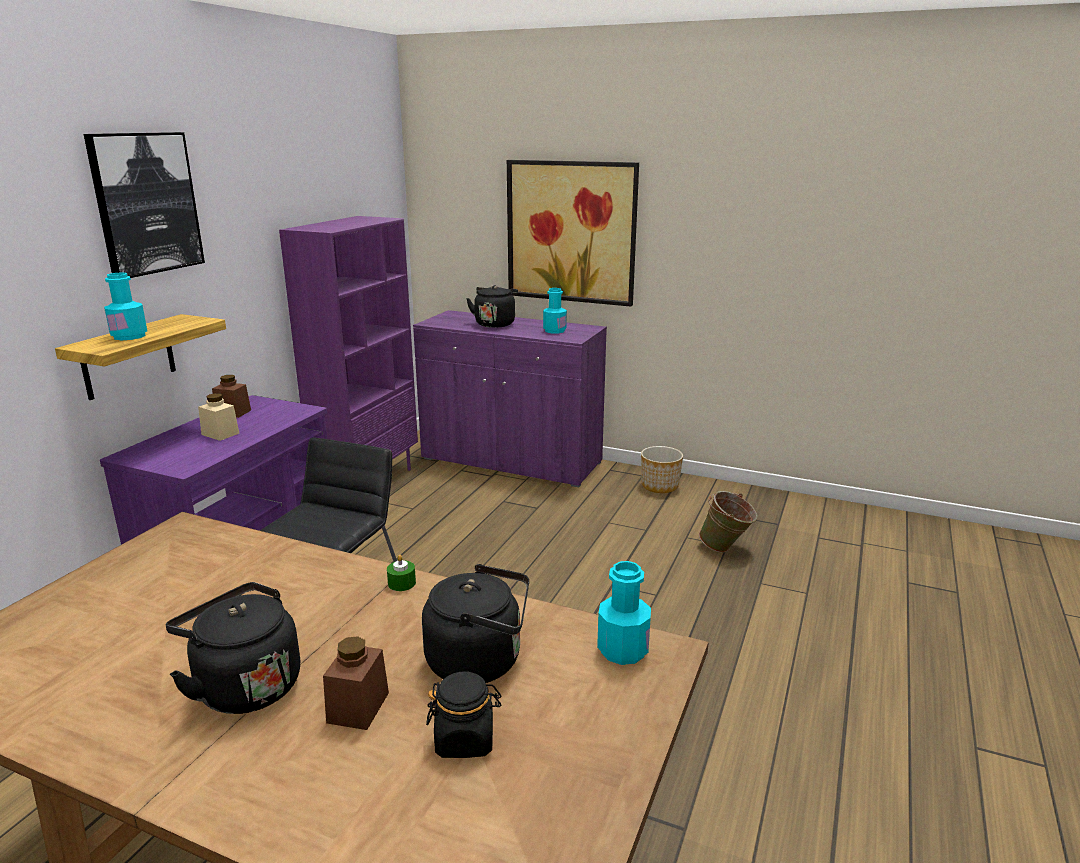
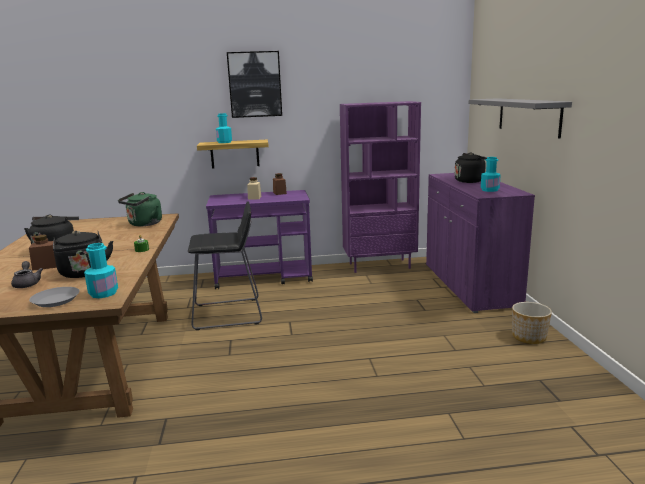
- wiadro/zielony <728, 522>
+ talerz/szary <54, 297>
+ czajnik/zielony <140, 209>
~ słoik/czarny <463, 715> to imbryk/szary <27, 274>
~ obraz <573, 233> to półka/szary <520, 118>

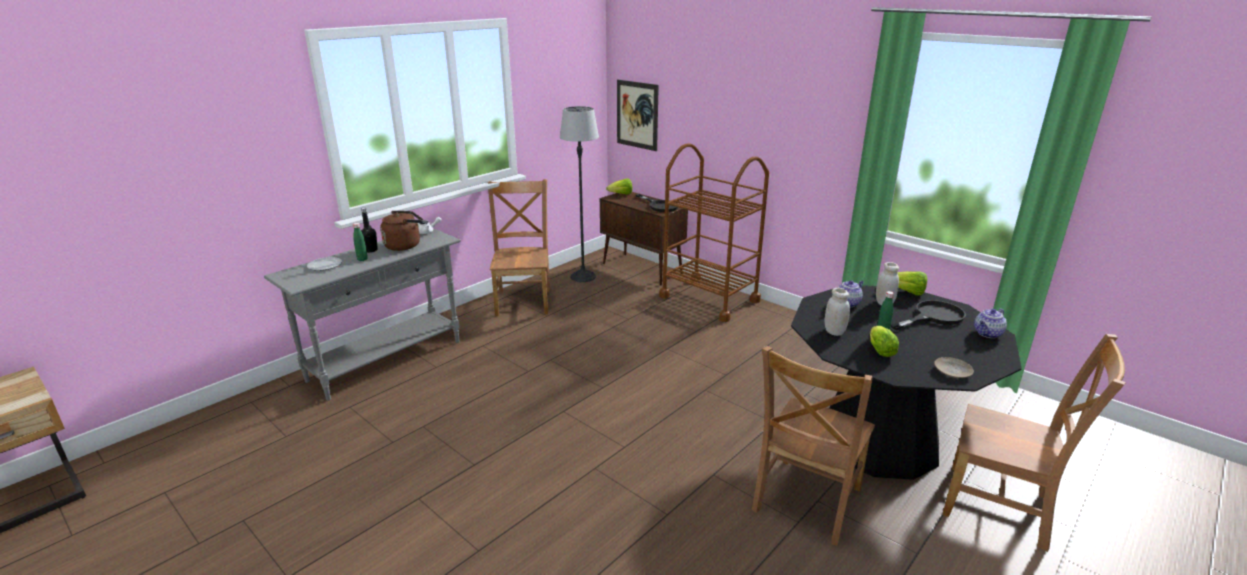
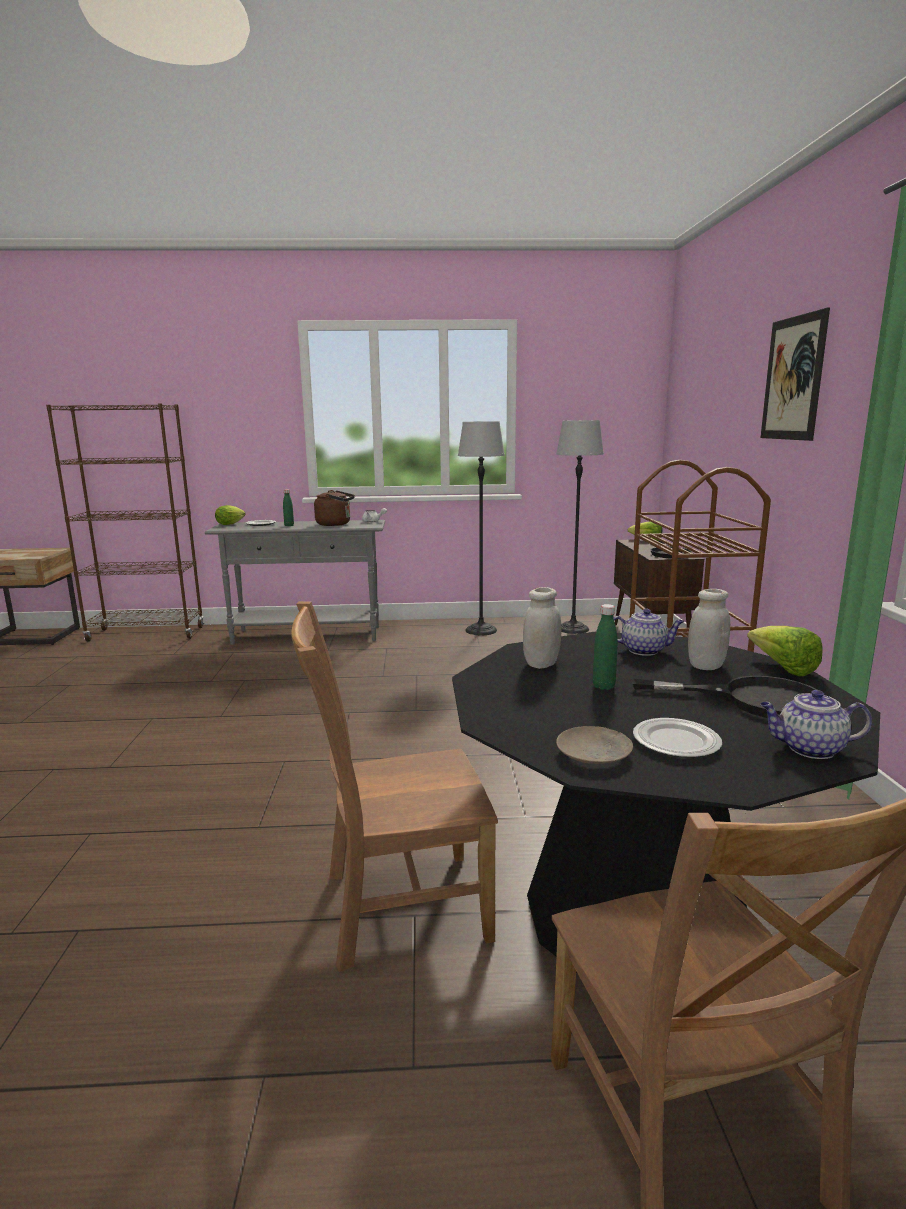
- butelka/czarny <369, 230>
+ regał/brązowy <125, 522>
+ talerz <677, 738>
~ obraz <638, 115> to <795, 374>
~ sałata <884, 341> to <230, 515>
~ krzesło/brązowy <518, 247> to lampa stojąca <481, 528>

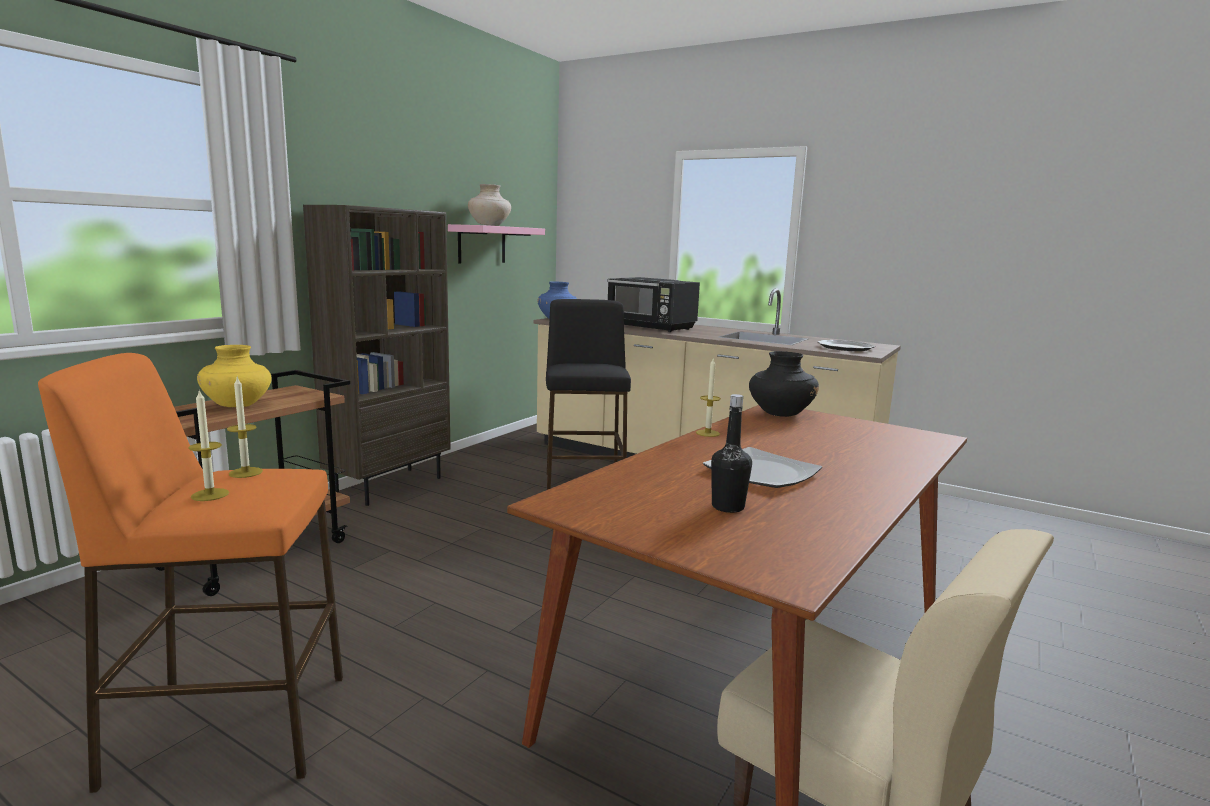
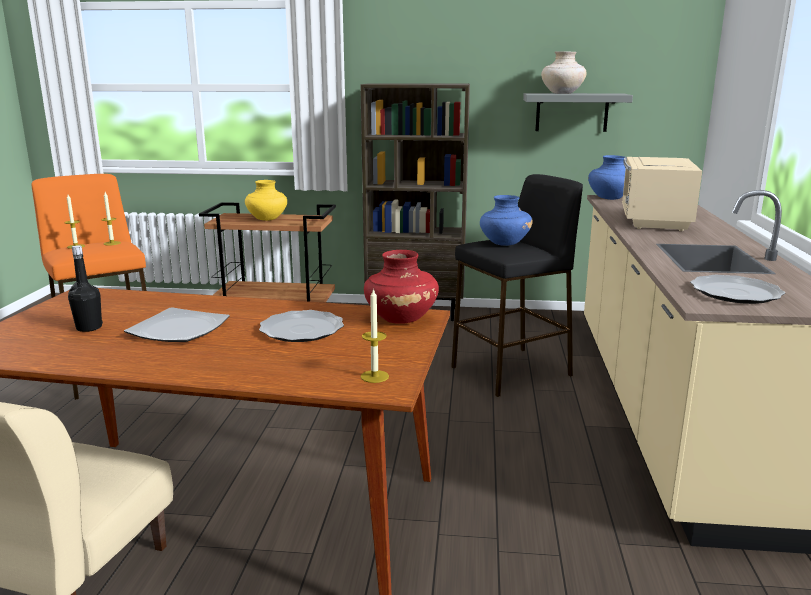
+ talerz <301, 326>
+ wazon/niebieski <506, 220>
~ świeca <708, 397> to <375, 335>
~ półka/różowy <496, 243> to półka/szary <578, 112>
~ mikrofalówka/czarny <653, 304> to mikrofalówka/beżowy <662, 194>
~ wazon/czarny <784, 384> to wazon/czerwony <401, 287>

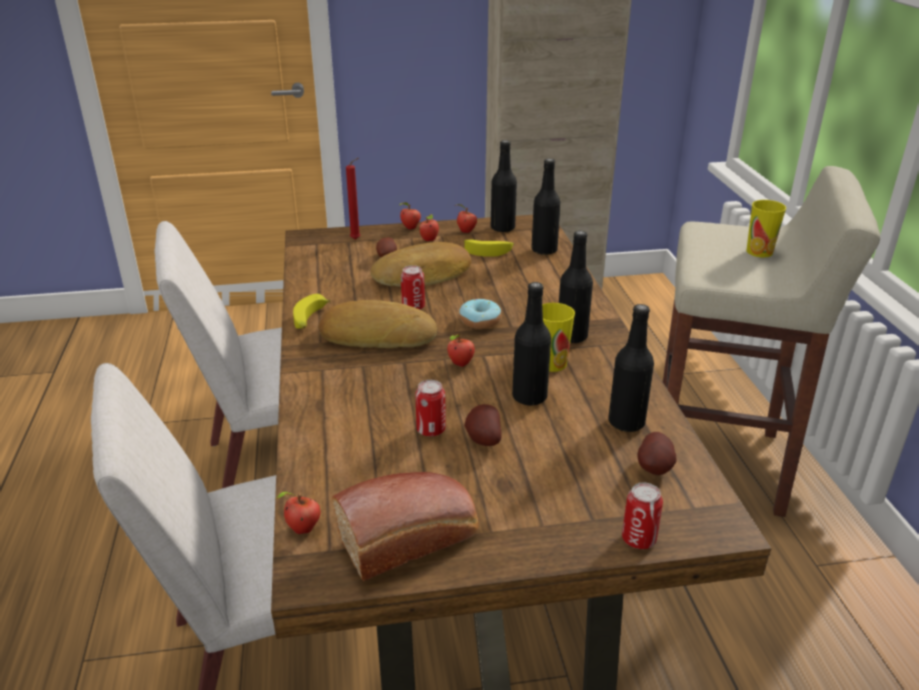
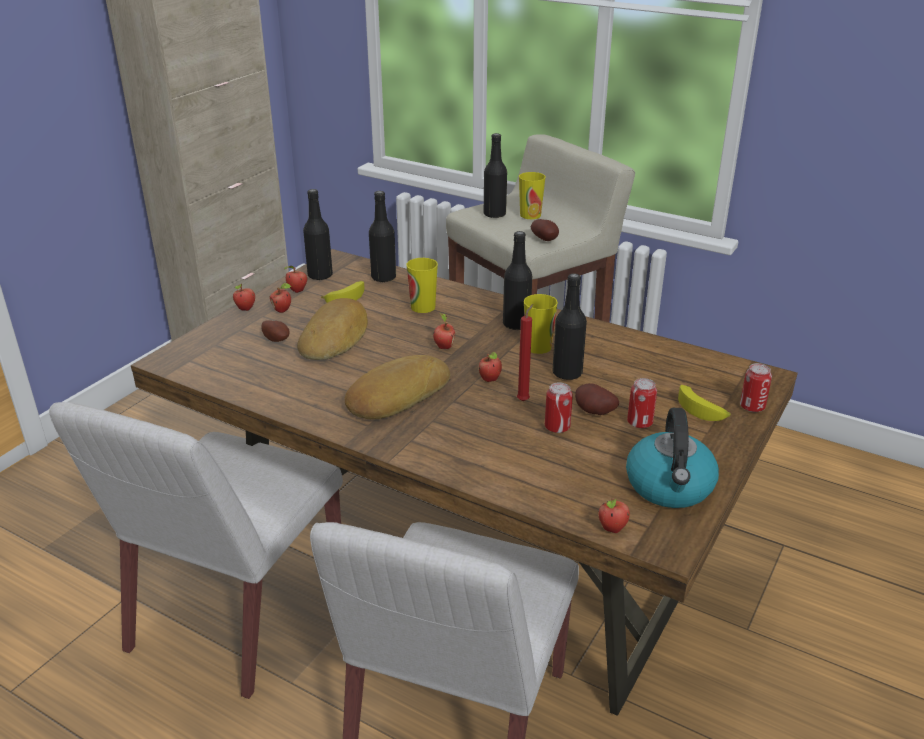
+ filiżanka <422, 285>
~ banan <312, 311> to <704, 403>
~ świeca/czerwony <353, 199> to <525, 352>
~ puszka <413, 287> to <642, 403>
~ butelka/czarny <631, 368> to <495, 175>
~ ziemniak <656, 453> to <545, 230>
~ chleb <405, 526> to czajnik <672, 458>
~ donut <480, 314> to jabłko <444, 331>

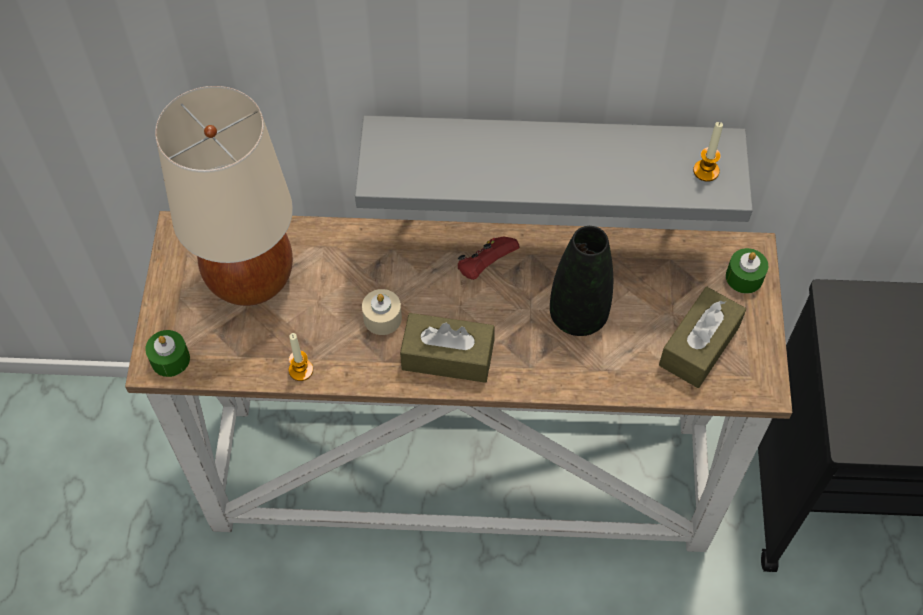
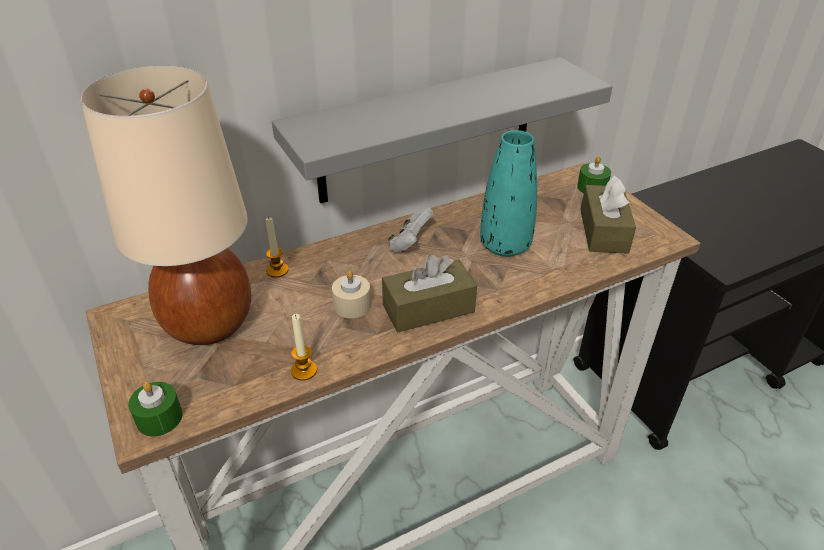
~ świeca <708, 152> to <277, 247>
~ pad do gier/czerwony <489, 258> to pad do gier/biały <411, 230>
~ wazon/czarny <581, 281> to wazon/turkusowy <508, 193>

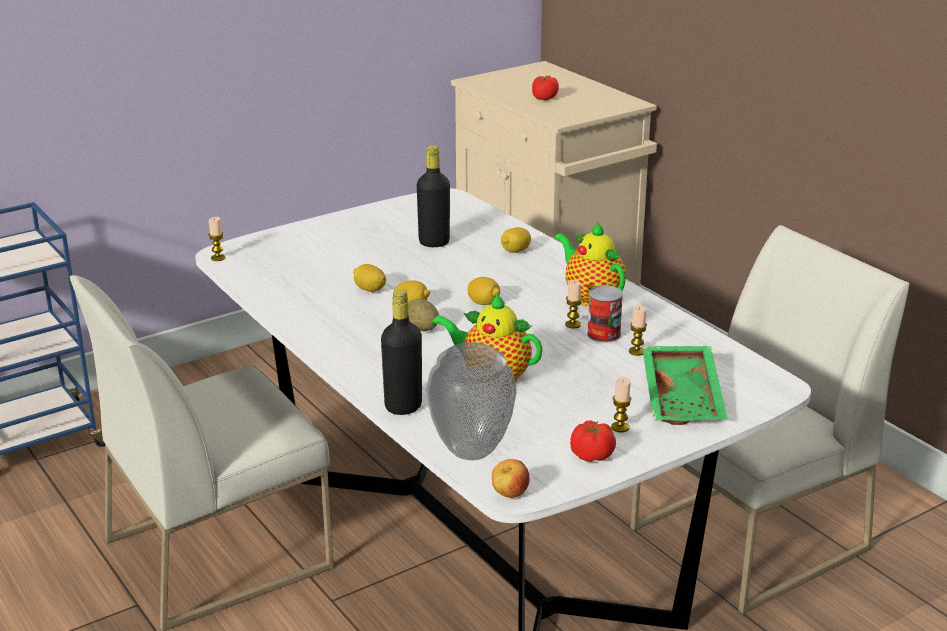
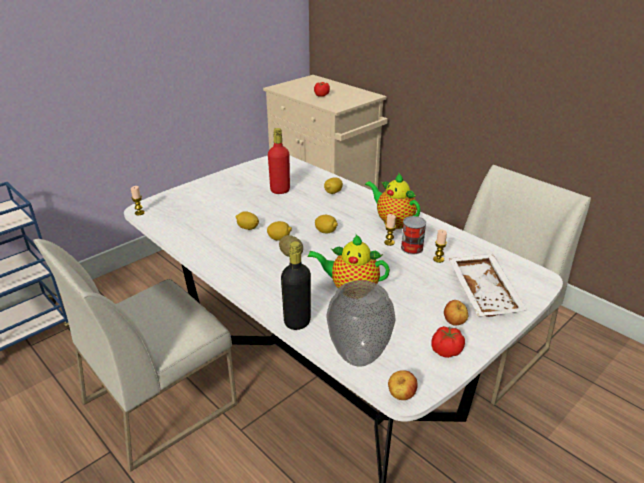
~ świeca <621, 404> to jabłko <456, 313>
~ butelka/czarny <433, 196> to butelka/czerwony <279, 161>
~ taca/zielony <685, 385> to taca/biały <488, 285>

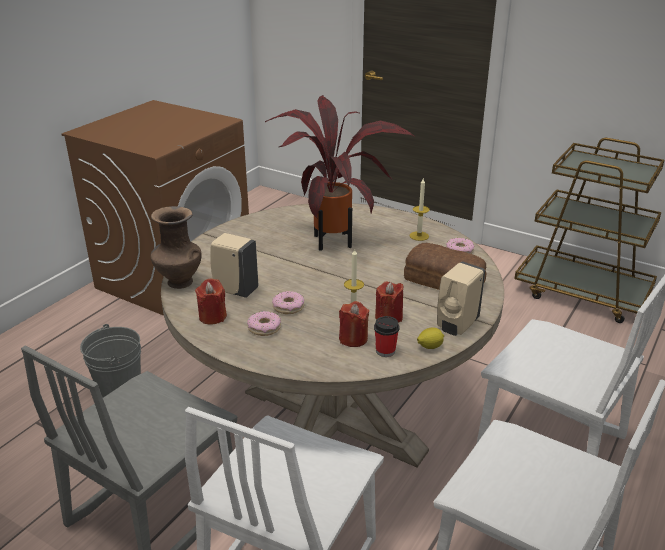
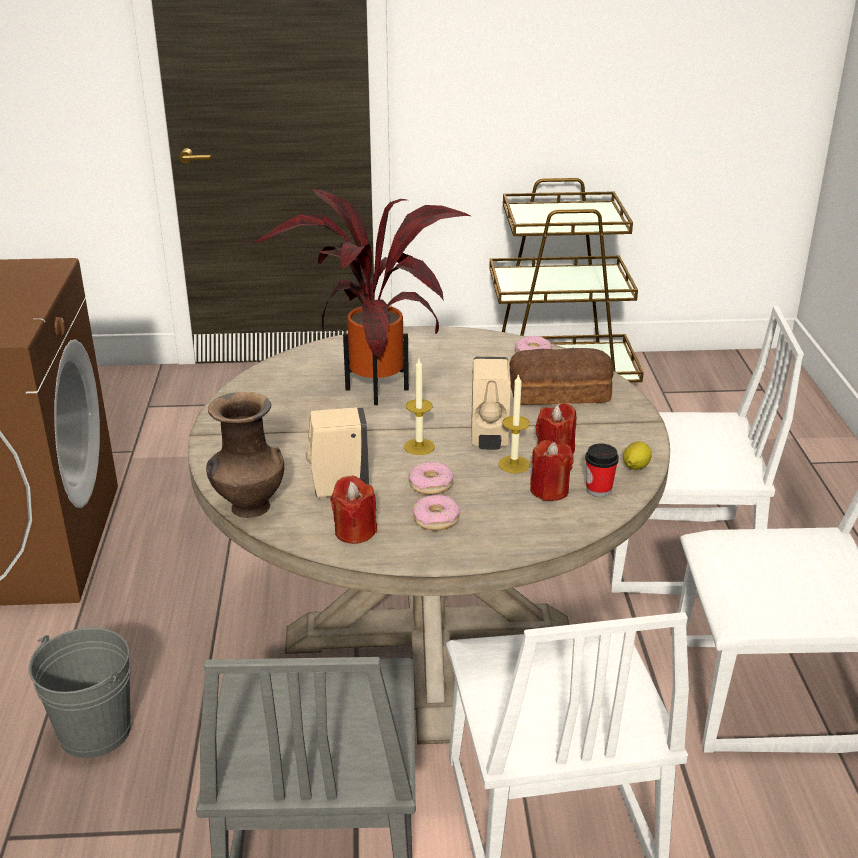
~ świeca <419, 210> to <419, 407>
~ dozownik mydła/beżowy <461, 298> to <491, 403>

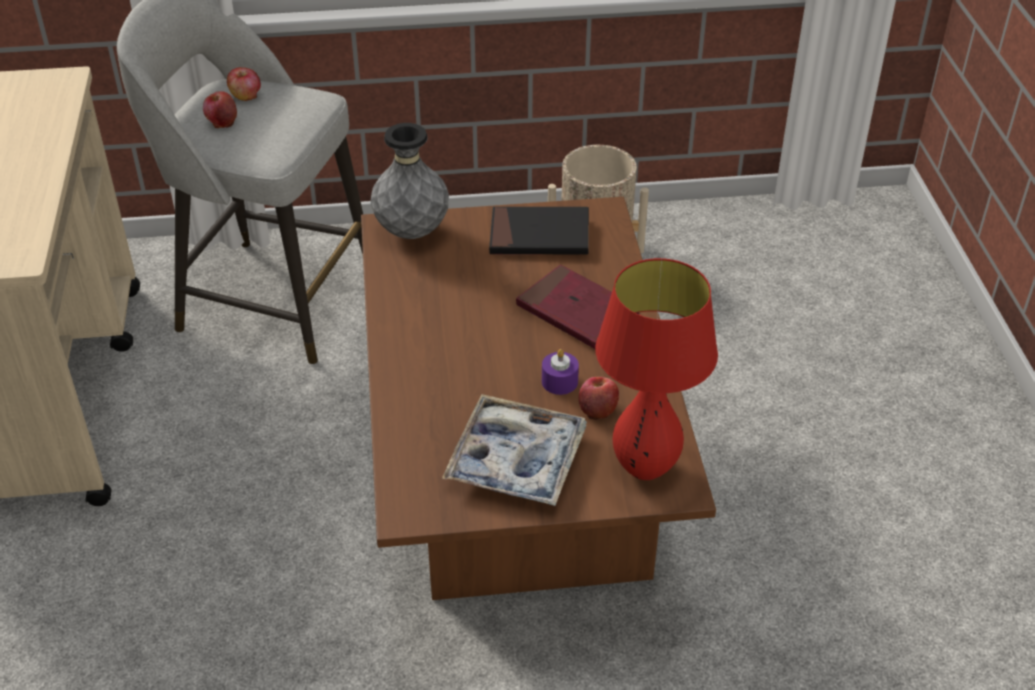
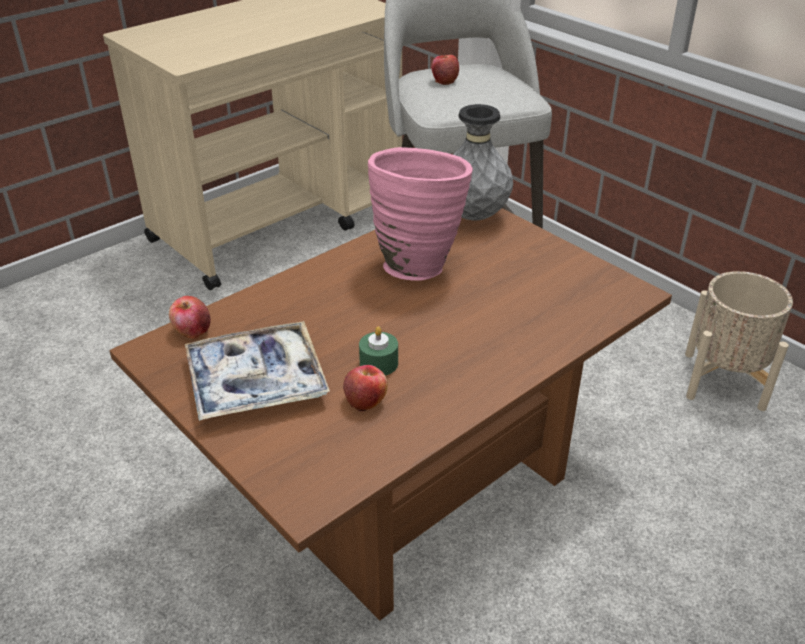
- książka/czarny <539, 231>
- książka/czerwony <577, 307>
- lampa stołowa/czerwony <656, 369>
+ wazon/różowy <420, 214>
~ jabłko <244, 84> to <190, 317>
~ świeca/fioletowy <560, 372> to świeca/zielony <378, 351>

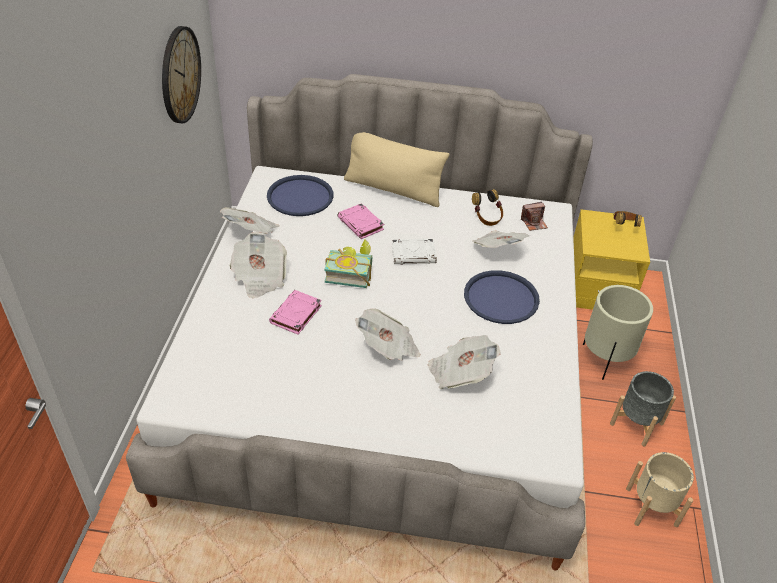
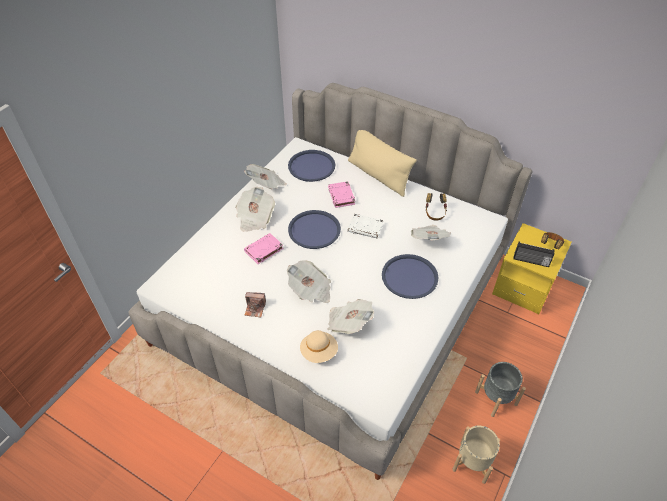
- zegar ścienny <181, 74>
- donica/beżowy <618, 332>
+ kapelusz/beżowy <319, 346>
+ radio <534, 254>
~ aparat fotograficzny <534, 216> to <255, 304>
~ książka <348, 264> to taca/niebieski <314, 229>

